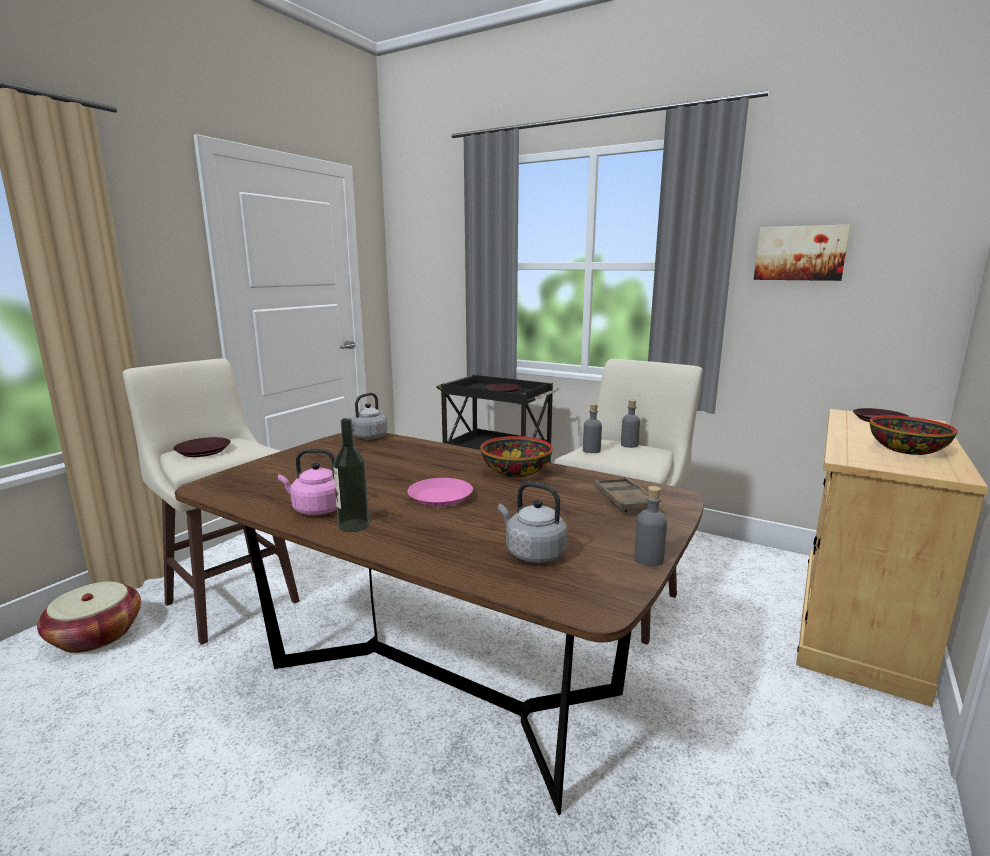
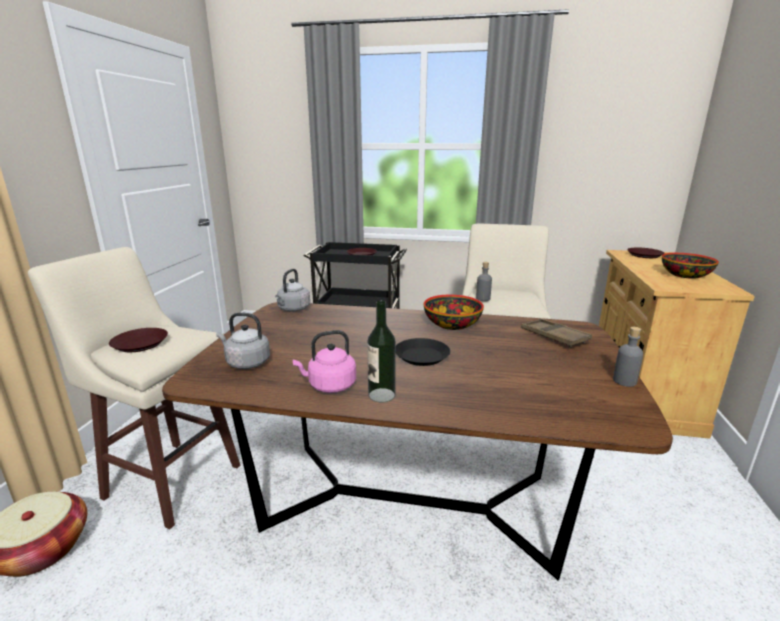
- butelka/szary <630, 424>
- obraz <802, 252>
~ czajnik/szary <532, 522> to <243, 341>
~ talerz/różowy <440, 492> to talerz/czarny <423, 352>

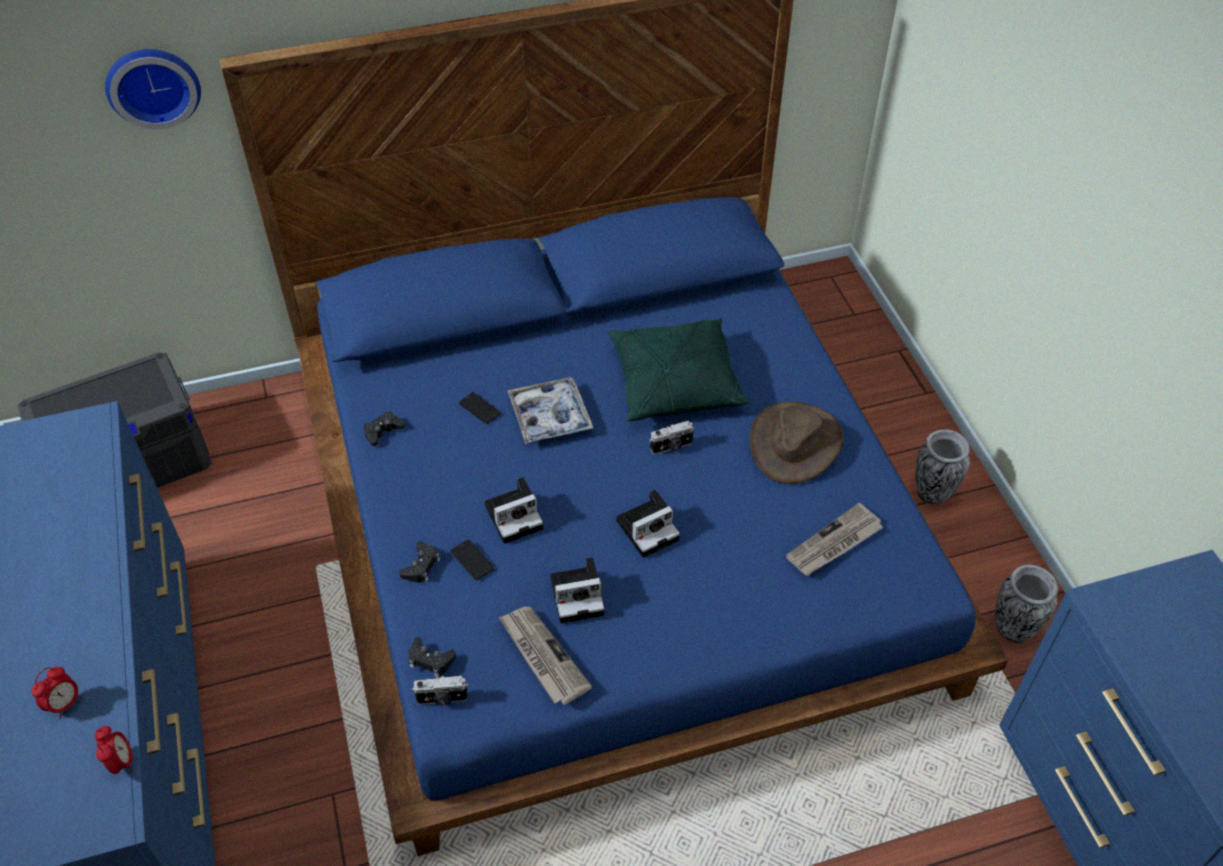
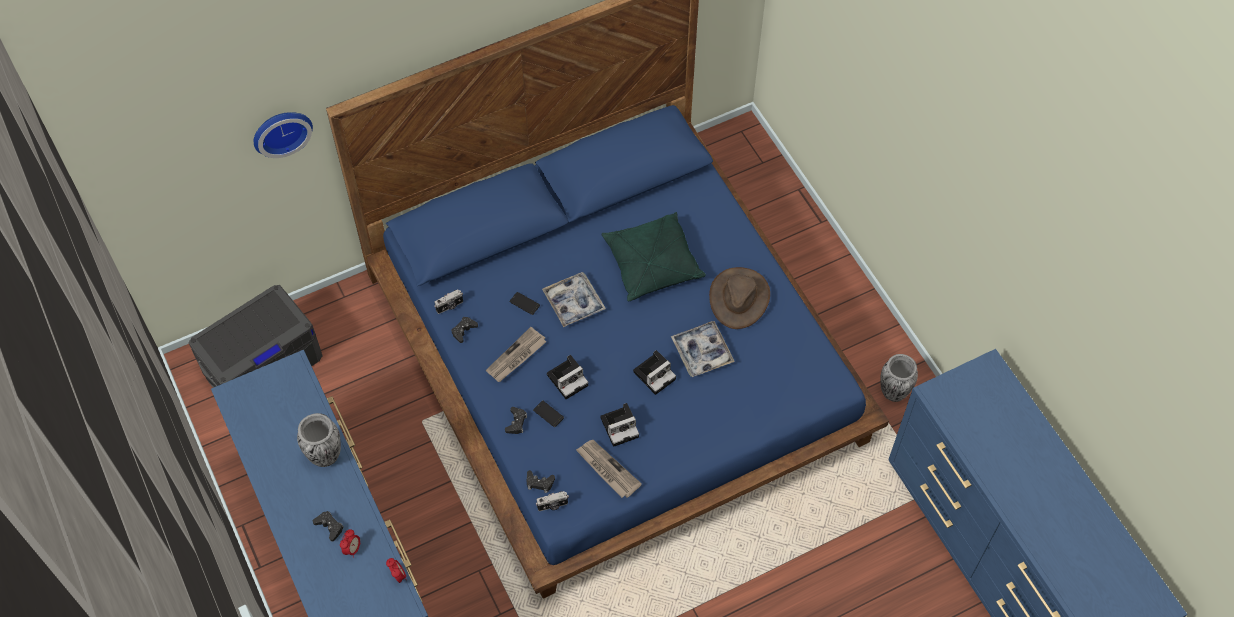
+ pad do gier/czarny <328, 526>
+ taca <703, 349>
~ aparat fotograficzny <672, 438> to <449, 302>
~ gazeta <834, 539> to <516, 354>
~ wazon <942, 466> to <319, 440>

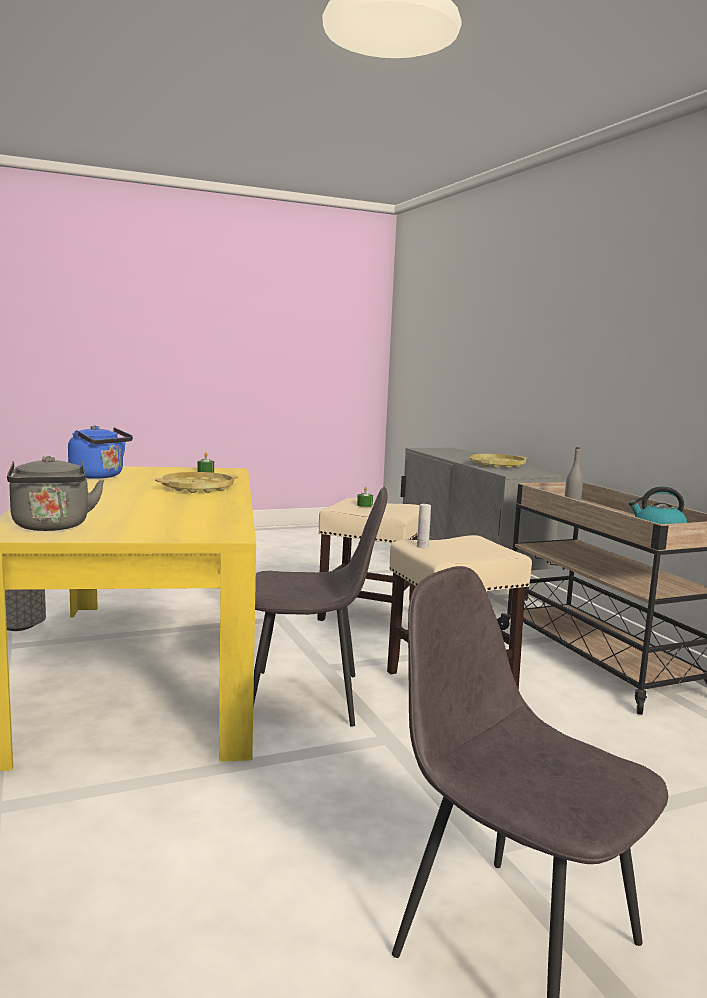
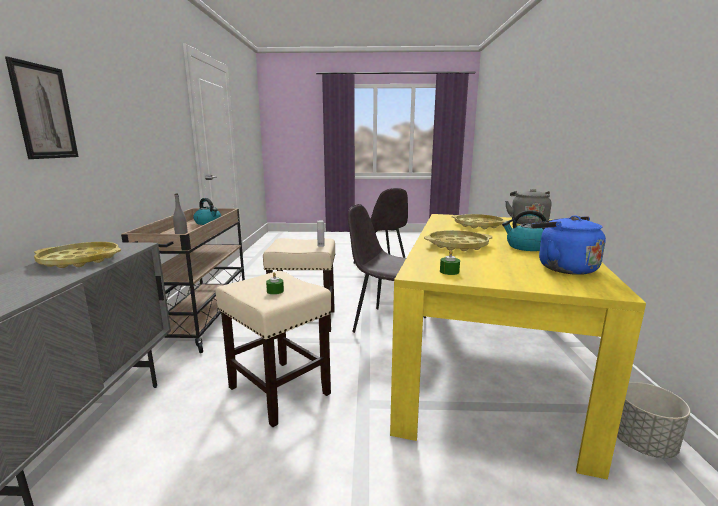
+ obraz <42, 107>
+ taca/żółty <479, 221>
+ czajnik <524, 230>

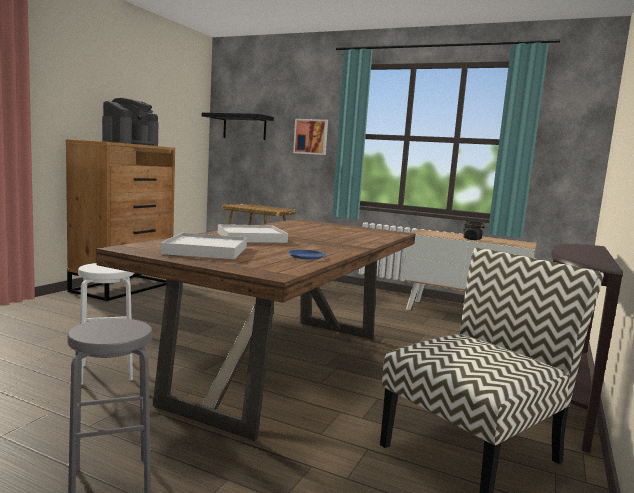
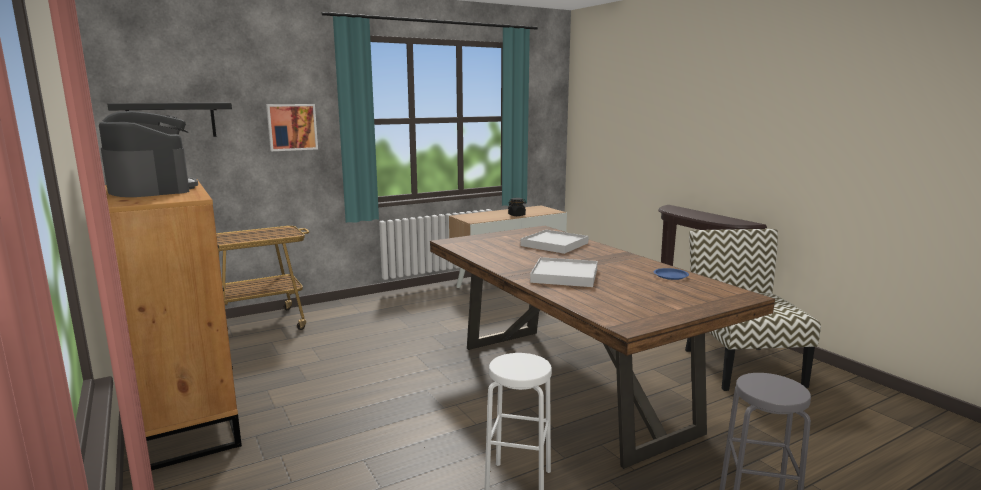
~ taca/biały <203, 246> to <554, 242>

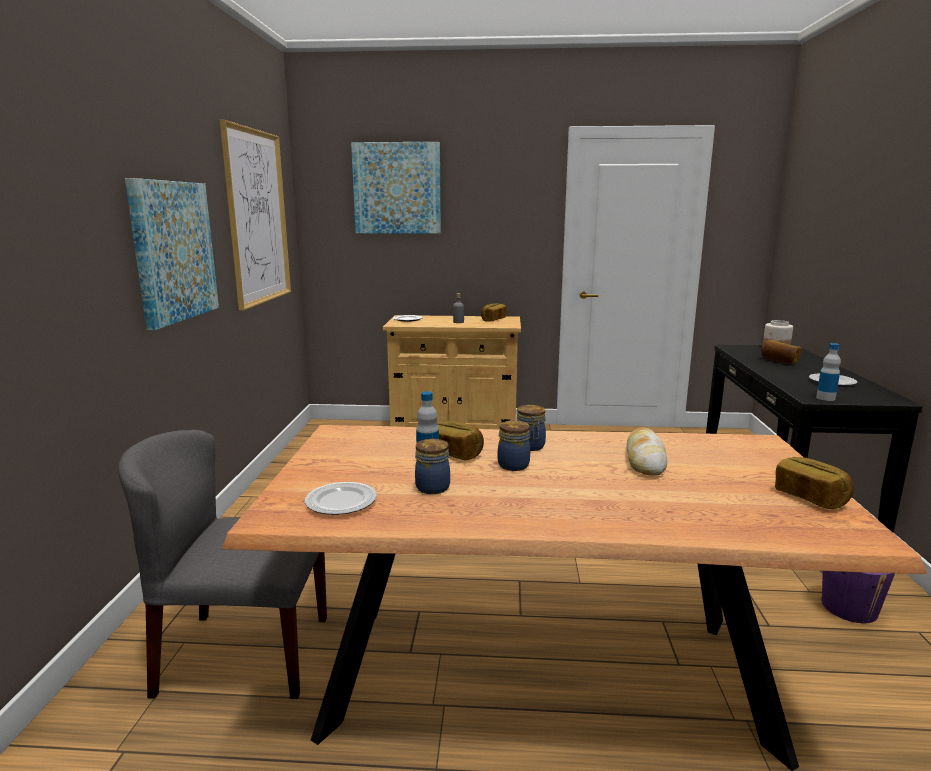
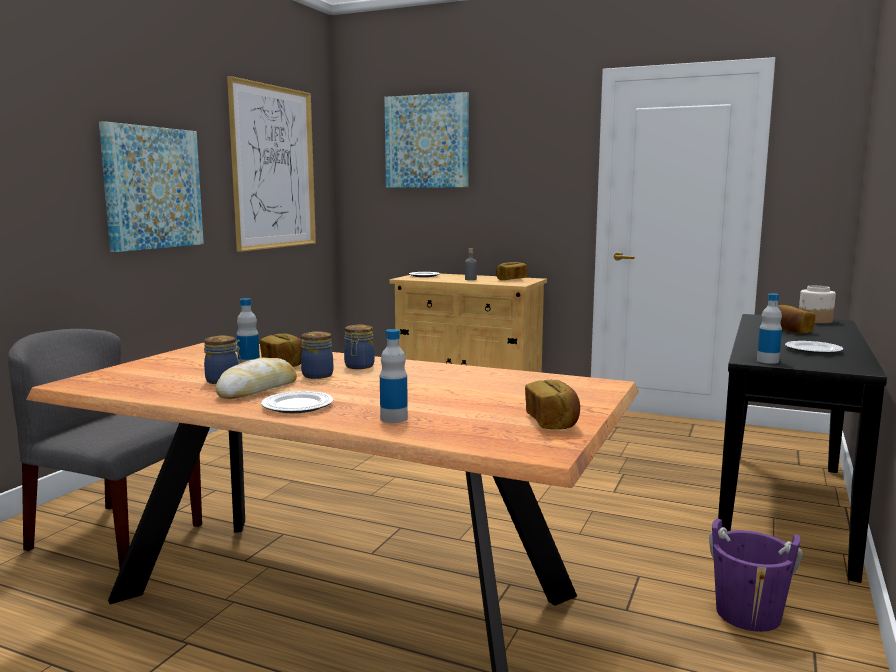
+ butelka <394, 376>
~ talerz <341, 498> to <297, 402>
~ chleb <647, 452> to <256, 378>

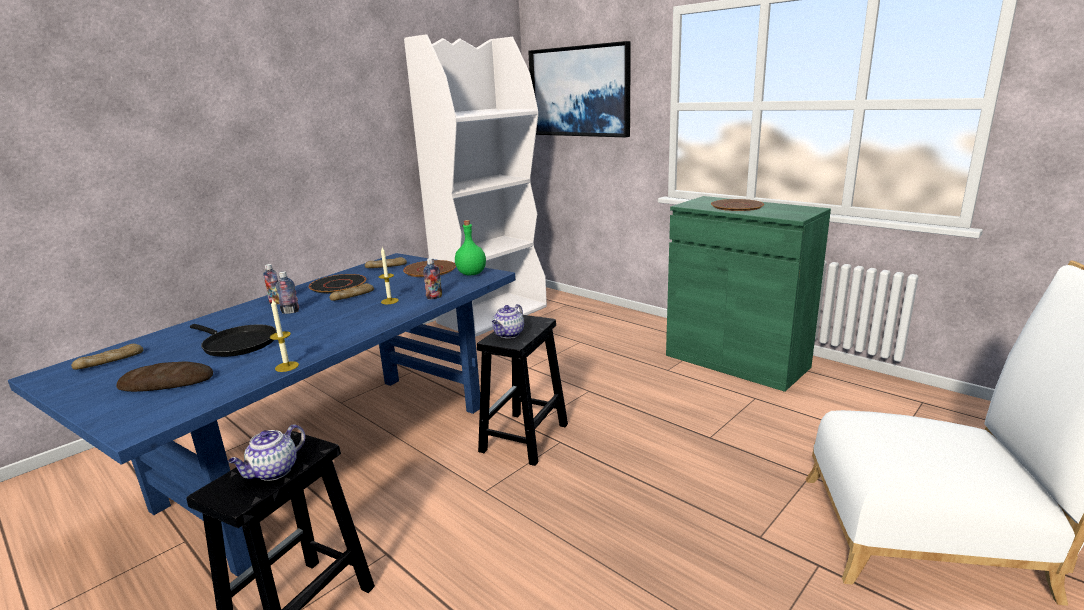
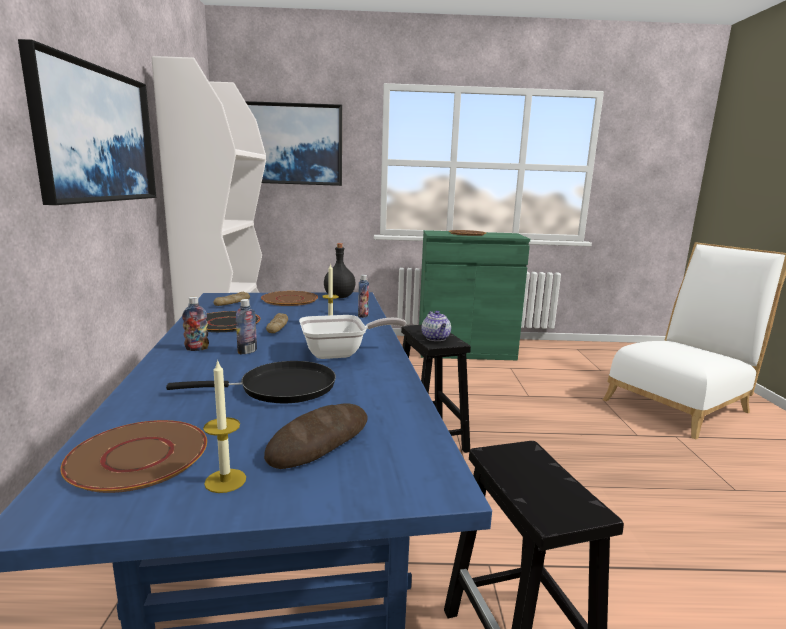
- imbryk <266, 452>
+ obraz <87, 122>
+ patelnia <352, 337>
~ świeca <284, 335> to <224, 426>
~ chleb <107, 357> to talerz/brązowy <133, 456>
~ butelka/zielony <470, 247> to butelka/czarny <339, 270>

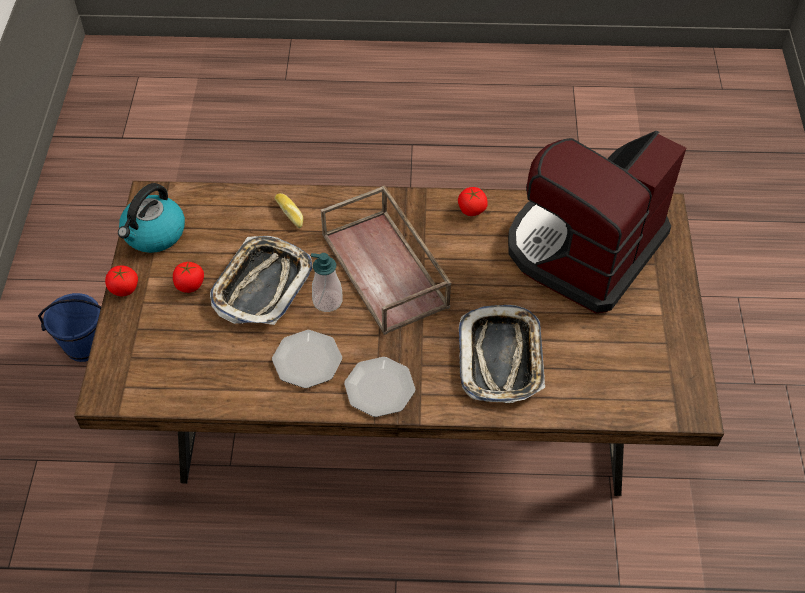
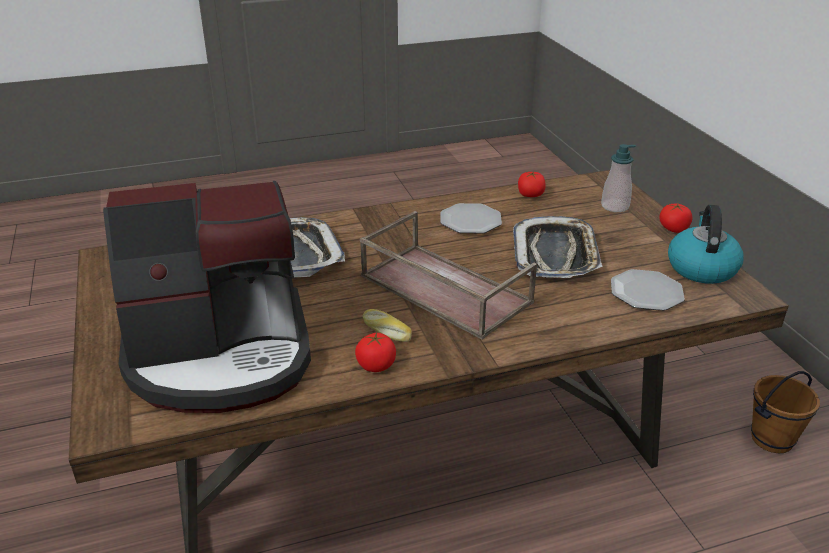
~ pomidor <188, 277> to <532, 184>
~ chleb <289, 210> to <387, 325>
~ dozownik mydła <327, 282> to <618, 178>
~ talerz <379, 387> to <648, 290>
~ wiadro/niebieski <69, 327> to wiadro/brązowy <785, 412>
~ ekspres do kawy <597, 222> = <207, 297> 60 degrees clockwise

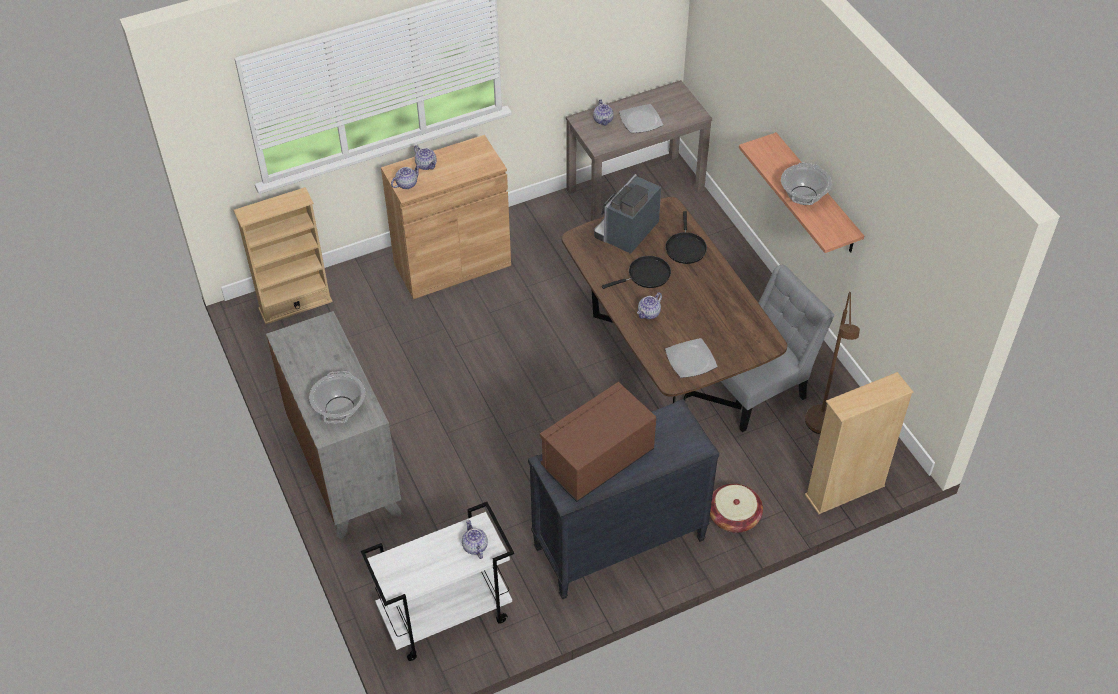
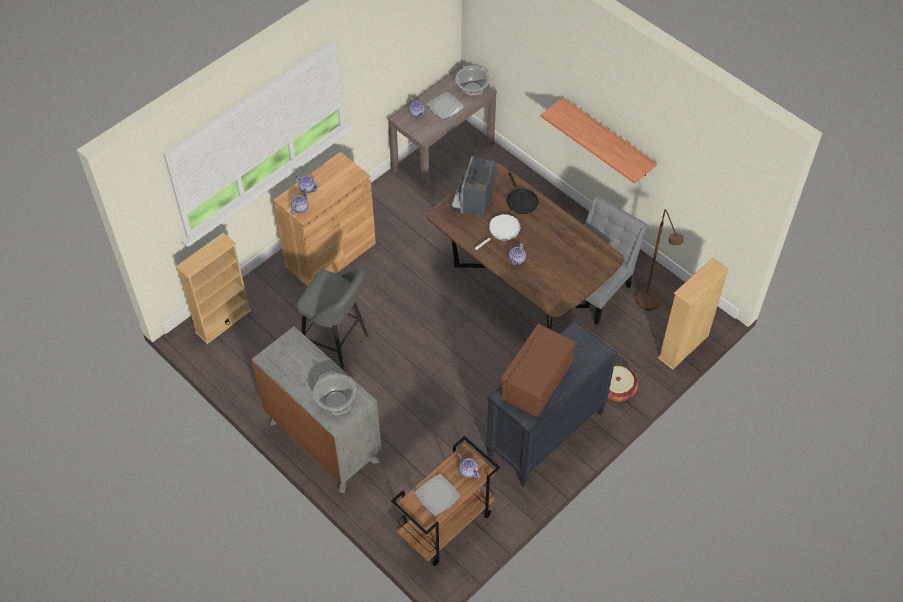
+ stołek/szary <332, 319>
~ talerz <691, 358> to <438, 495>
~ garnek <806, 183> to <472, 80>
~ wózek/biały <437, 581> to wózek/brązowy <445, 501>
~ patelnia/czarny <636, 272> to patelnia/biały <498, 232>

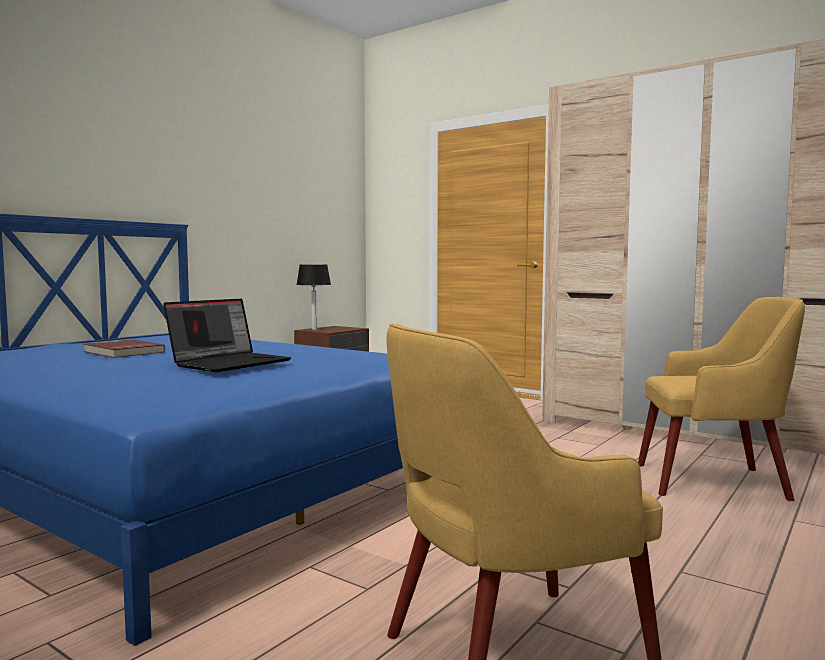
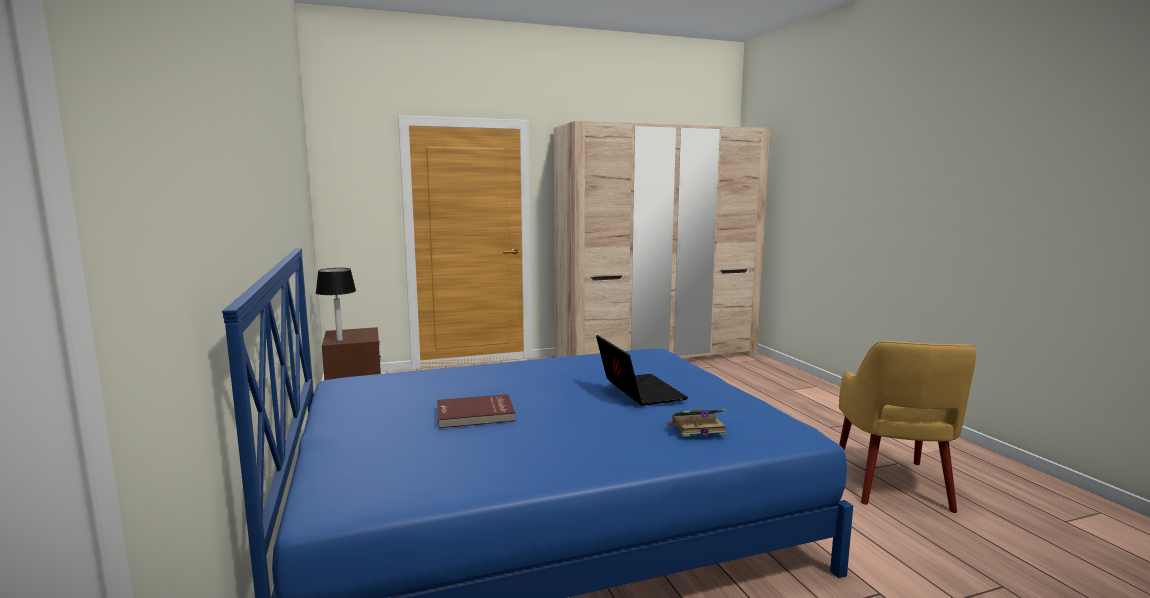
- fotel/żółty <721, 399>
+ książka <696, 423>

